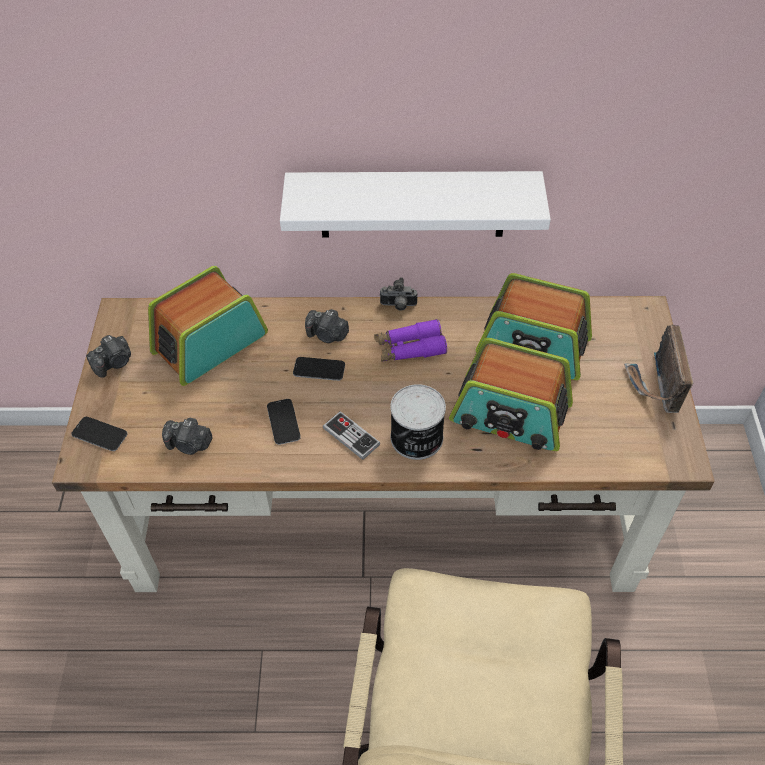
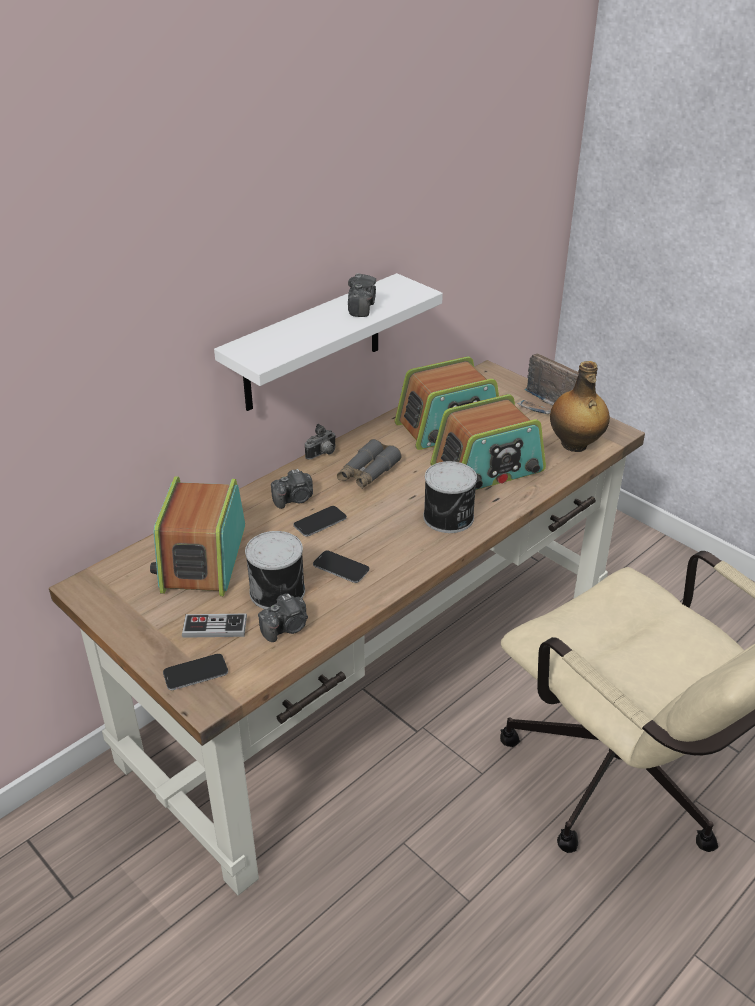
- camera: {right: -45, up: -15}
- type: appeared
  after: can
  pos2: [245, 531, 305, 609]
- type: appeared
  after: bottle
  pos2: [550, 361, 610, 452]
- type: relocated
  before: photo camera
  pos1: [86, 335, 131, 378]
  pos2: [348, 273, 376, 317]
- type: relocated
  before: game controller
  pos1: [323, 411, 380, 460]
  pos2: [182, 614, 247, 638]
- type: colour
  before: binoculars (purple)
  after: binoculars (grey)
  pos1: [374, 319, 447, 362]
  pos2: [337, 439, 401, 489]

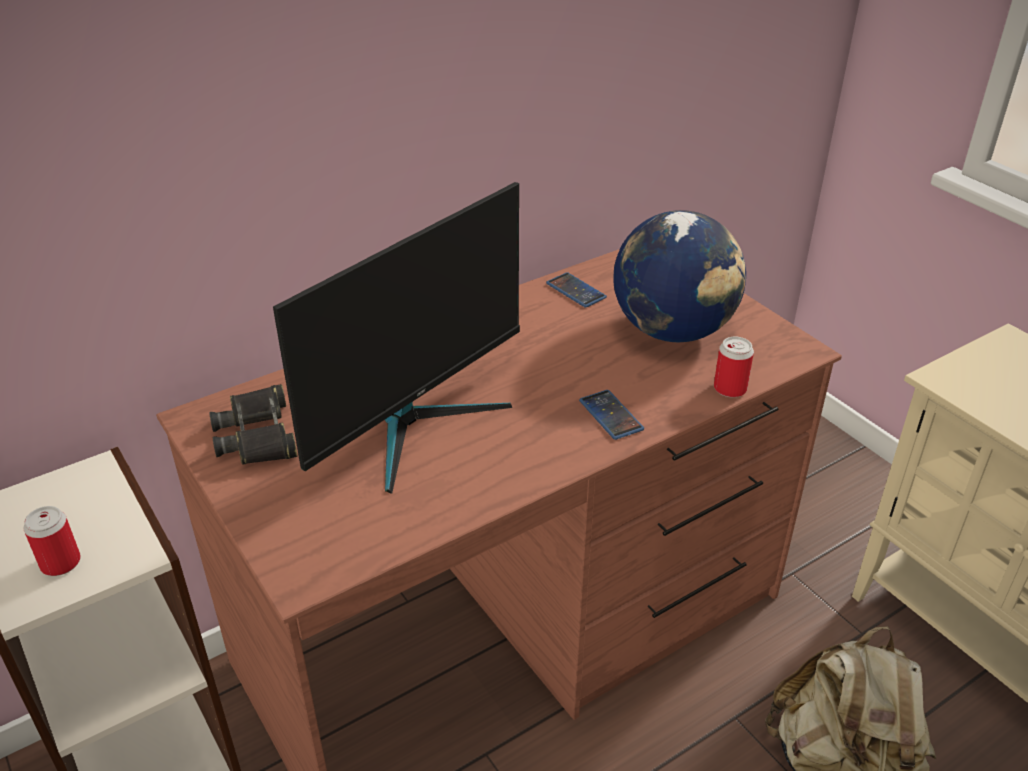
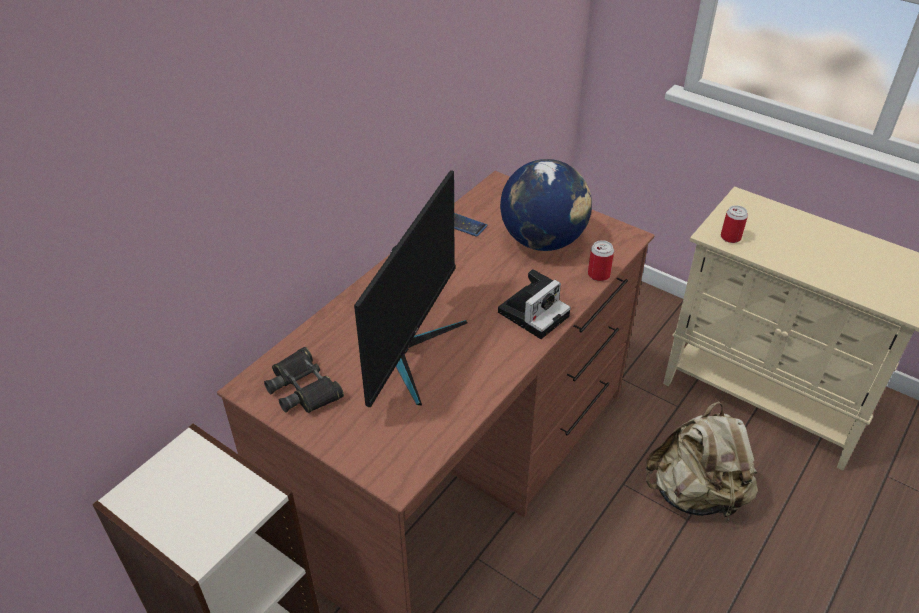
- camera: {right: -20, up: 5}
- type: relocated
  before: can
  pos1: [24, 506, 81, 576]
  pos2: [721, 205, 748, 243]
- type: exchanged
  before: phone
  after: photo camera
  pos1: [579, 390, 644, 440]
  pos2: [498, 269, 571, 339]

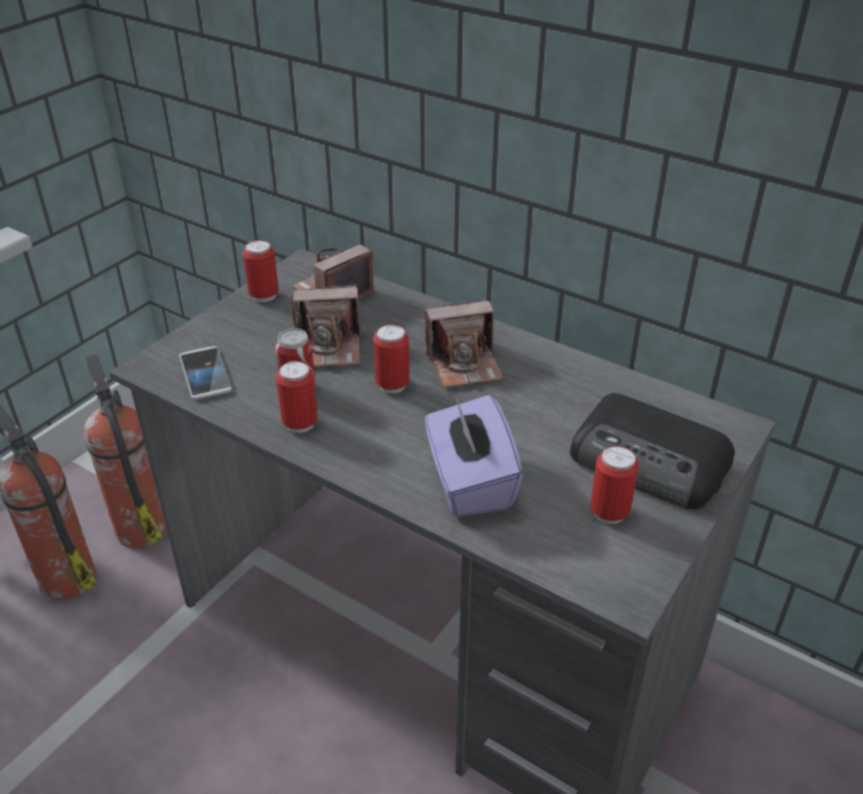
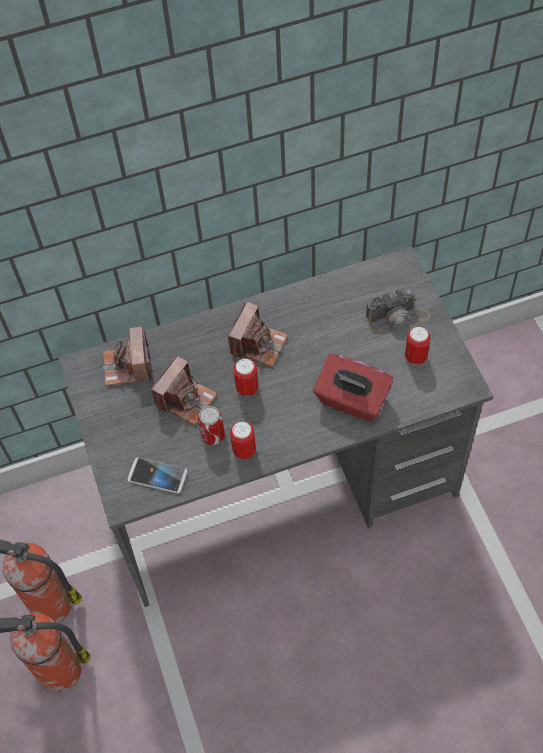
- camera: {right: -50, up: 20}
- type: missing
  before: can
  pos1: [243, 240, 279, 302]
- type: exchanged
  before: radio
  after: photo camera
  pos1: [570, 393, 735, 509]
  pos2: [366, 289, 431, 332]
- type: colour
  before: tissue box (purple)
  after: tissue box (red)
  pos1: [425, 395, 523, 517]
  pos2: [313, 354, 394, 422]

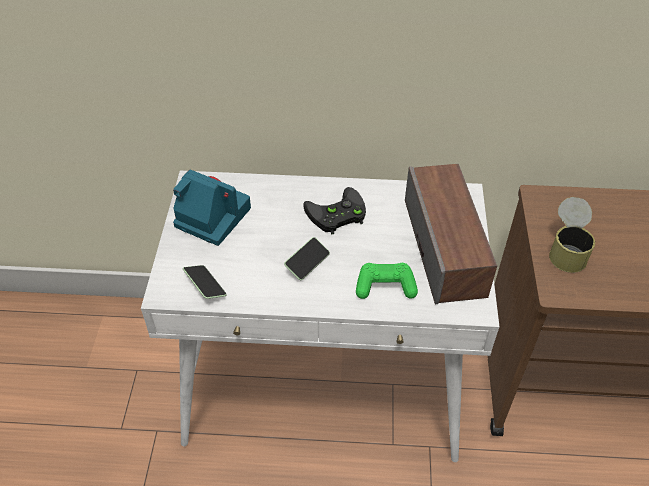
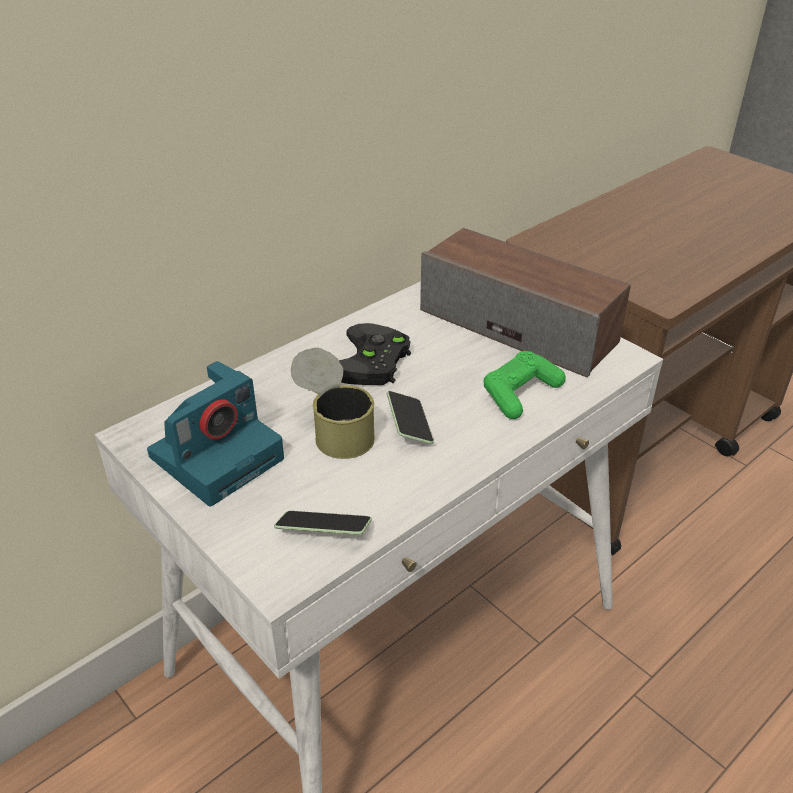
- camera: {right: -45, up: -10}
- type: relocated
  before: can
  pos1: [549, 197, 595, 273]
  pos2: [291, 348, 375, 459]
- type: spun
  before: photo camera
  pos1: [173, 170, 251, 246]
  pos2: [147, 361, 284, 506]
  turn: 150

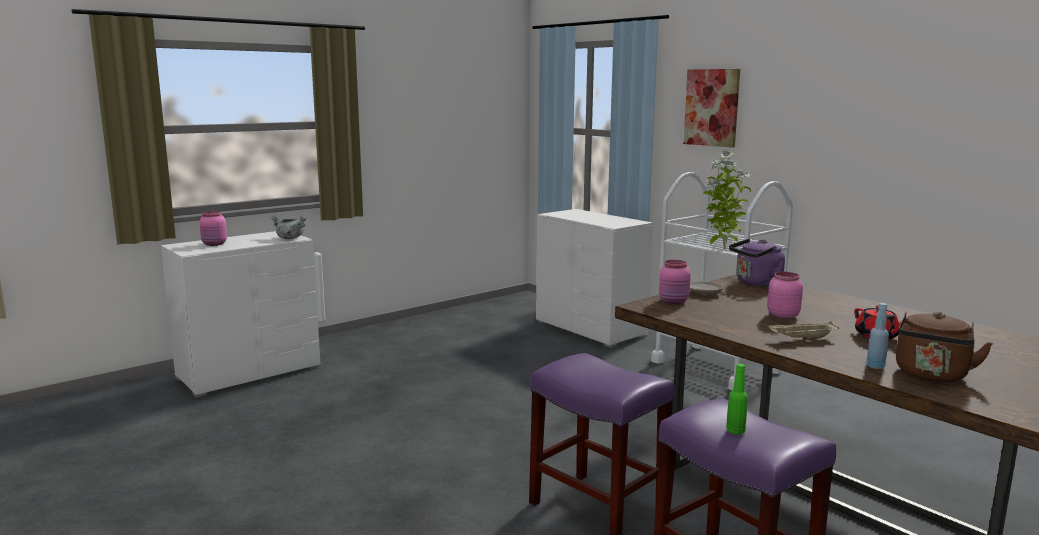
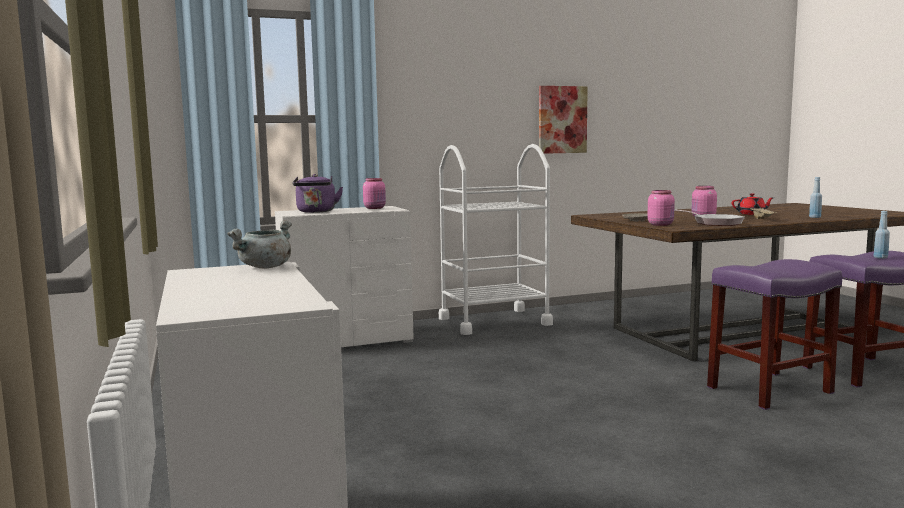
- camera: {right: -70, up: -5}
- type: missing
  before: potted plant
  pos1: [703, 151, 751, 249]
- type: missing
  before: kettle (brown)
  pos1: [896, 312, 993, 383]
- type: appeared
  after: frying pan
  pos2: [674, 209, 745, 226]
- type: relocated
  before: jar (pink)
  pos1: [199, 211, 227, 246]
  pos2: [363, 178, 386, 209]
- type: relocated
  before: picture
  pos1: [683, 69, 740, 148]
  pos2: [539, 86, 588, 154]
- type: relocated
  before: kettle (purple)
  pos1: [729, 239, 785, 287]
  pos2: [293, 174, 343, 213]
- type: colour
  before: bottle (green)
  after: bottle (blue)
  pos1: [726, 364, 748, 434]
  pos2: [874, 211, 890, 259]

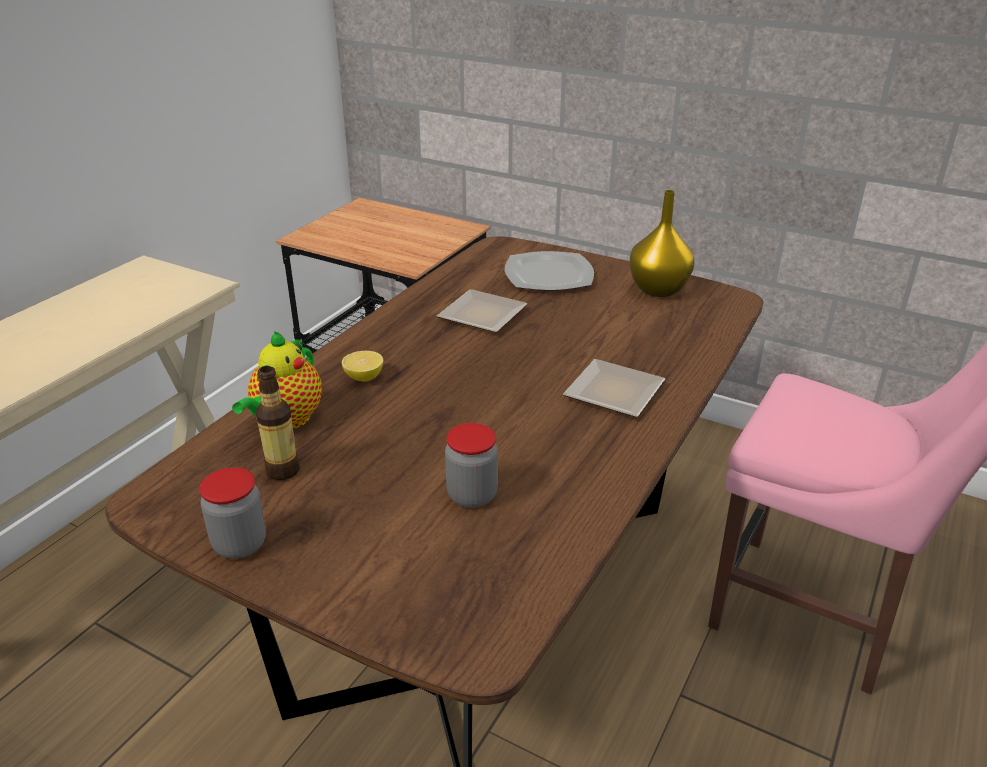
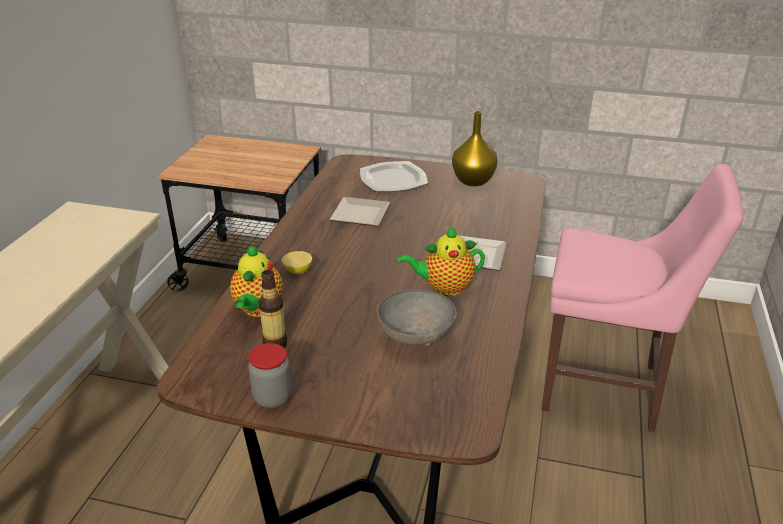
- camera: {right: -15, up: 0}
- type: appeared
  after: teapot
  pos2: [398, 227, 485, 296]
- type: exchanged
  before: jar
  after: bowl (grey)
  pos1: [445, 423, 498, 508]
  pos2: [377, 289, 457, 346]

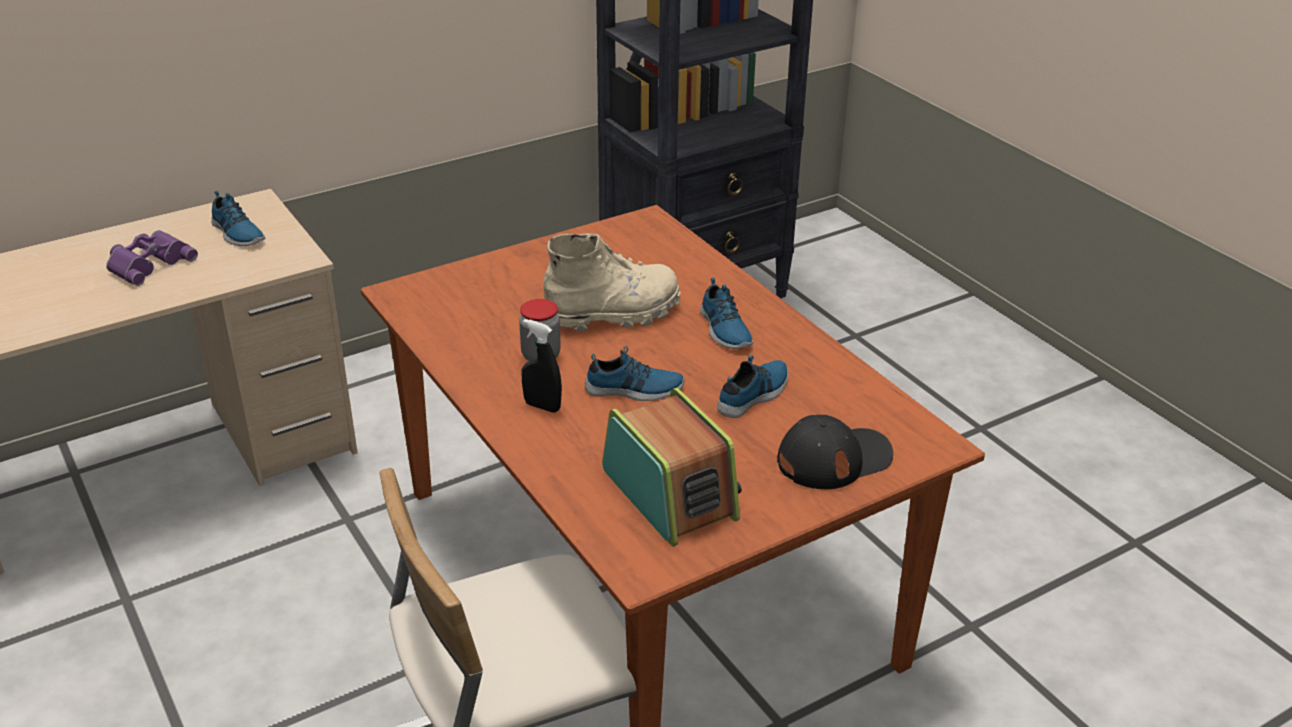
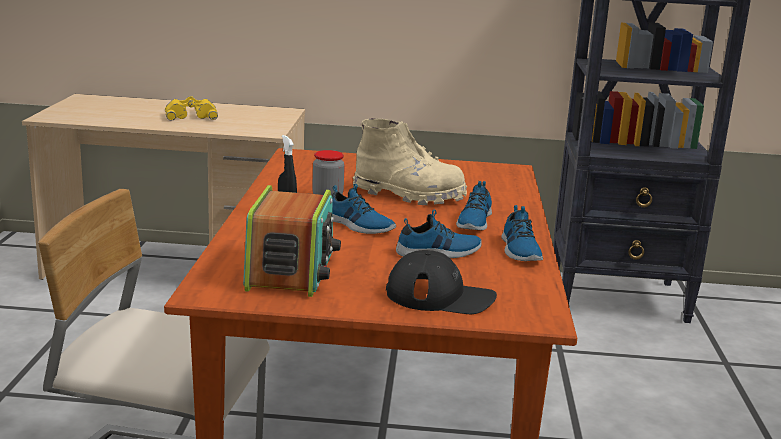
- camera: {right: 35, up: -15}
- type: relocated
  before: shoe
  pos1: [211, 191, 265, 246]
  pos2: [501, 205, 543, 261]
- type: colour
  before: binoculars (purple)
  after: binoculars (yellow)
  pos1: [106, 230, 198, 286]
  pos2: [165, 96, 218, 121]

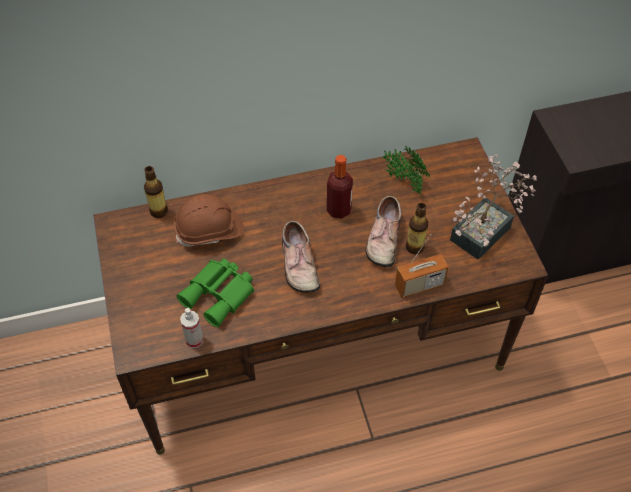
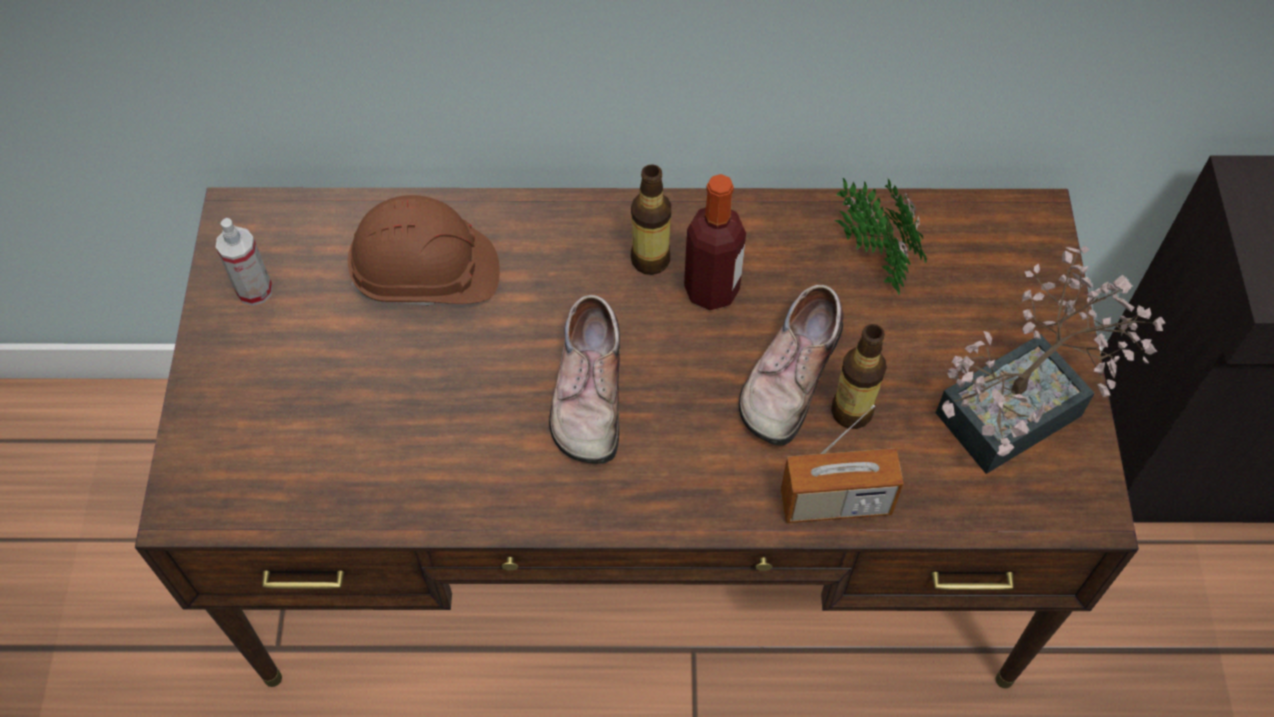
- camera: {right: 15, up: 5}
- type: missing
  before: binoculars (green)
  pos1: [177, 258, 254, 327]
- type: relocated
  before: bottle
  pos1: [144, 166, 168, 218]
  pos2: [631, 165, 671, 275]
- type: relocated
  before: spray bottle
  pos1: [180, 308, 204, 348]
  pos2: [216, 218, 273, 306]

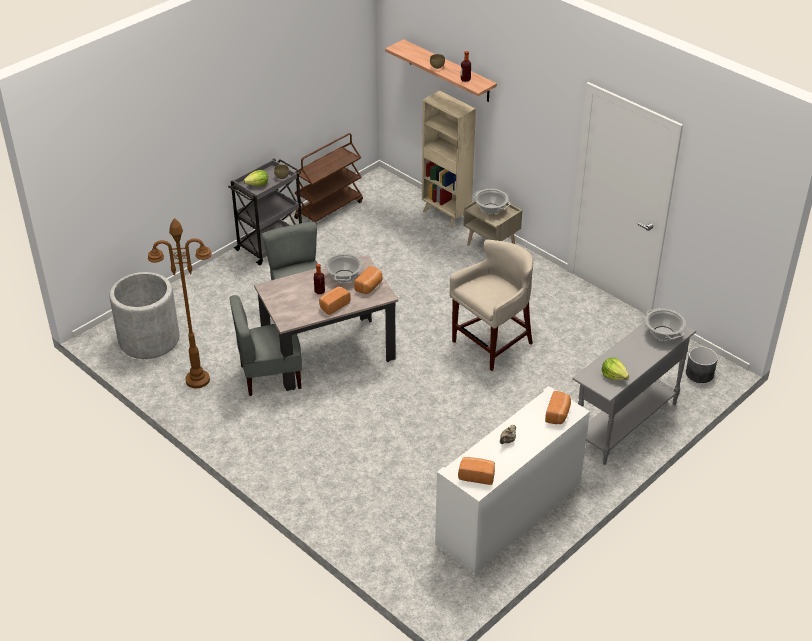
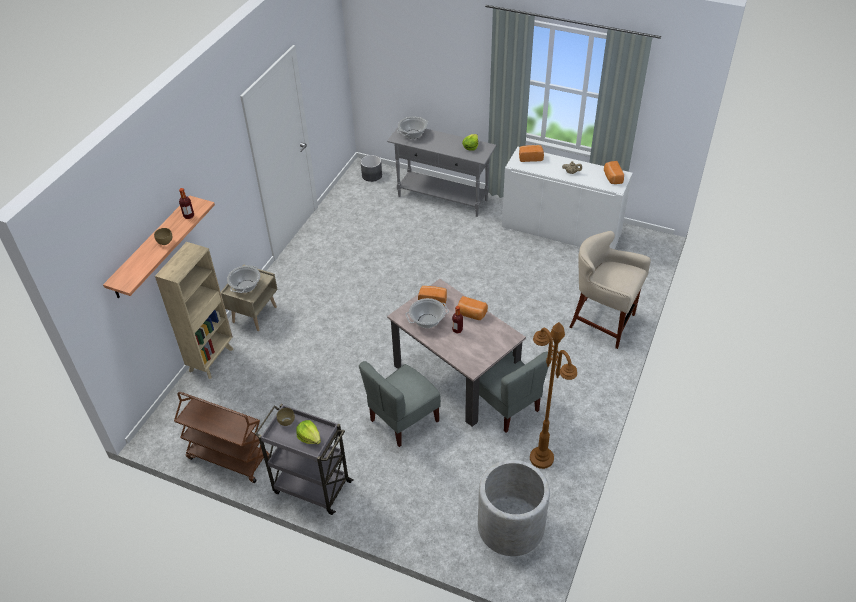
- camera: {right: -110, up: 5}
- type: relocated
  before: stool (beige)
  pos1: [450, 240, 533, 371]
  pos2: [569, 231, 651, 349]

